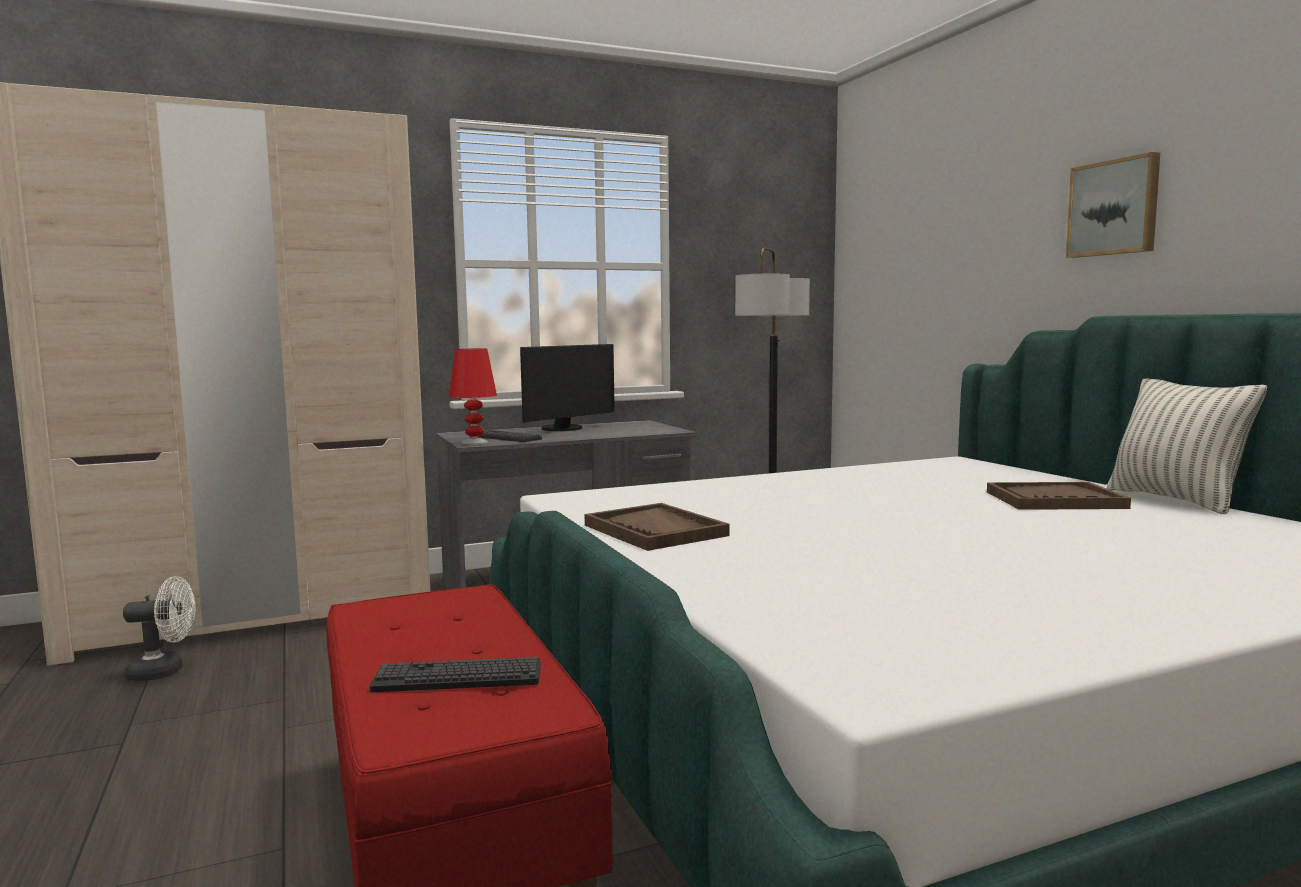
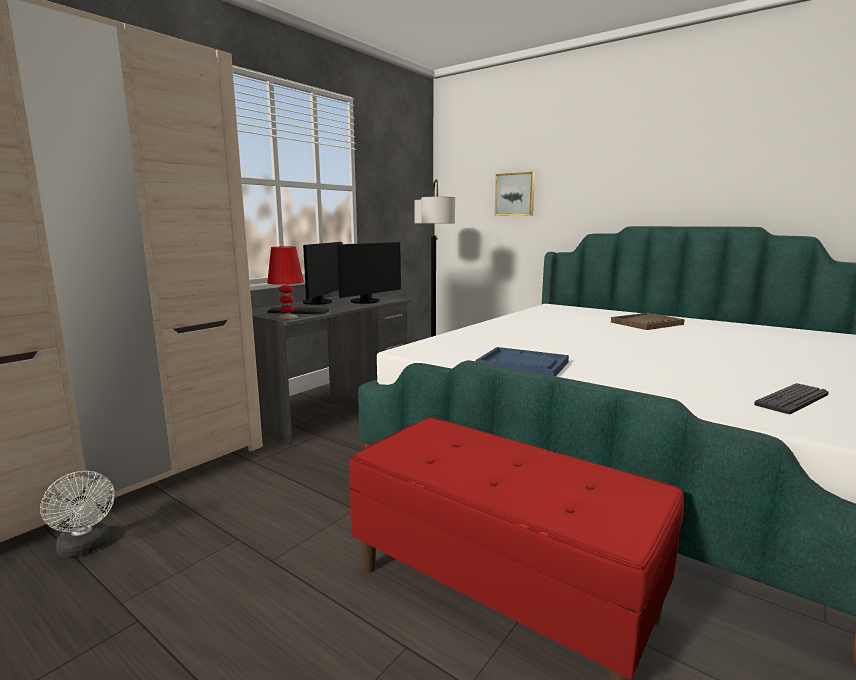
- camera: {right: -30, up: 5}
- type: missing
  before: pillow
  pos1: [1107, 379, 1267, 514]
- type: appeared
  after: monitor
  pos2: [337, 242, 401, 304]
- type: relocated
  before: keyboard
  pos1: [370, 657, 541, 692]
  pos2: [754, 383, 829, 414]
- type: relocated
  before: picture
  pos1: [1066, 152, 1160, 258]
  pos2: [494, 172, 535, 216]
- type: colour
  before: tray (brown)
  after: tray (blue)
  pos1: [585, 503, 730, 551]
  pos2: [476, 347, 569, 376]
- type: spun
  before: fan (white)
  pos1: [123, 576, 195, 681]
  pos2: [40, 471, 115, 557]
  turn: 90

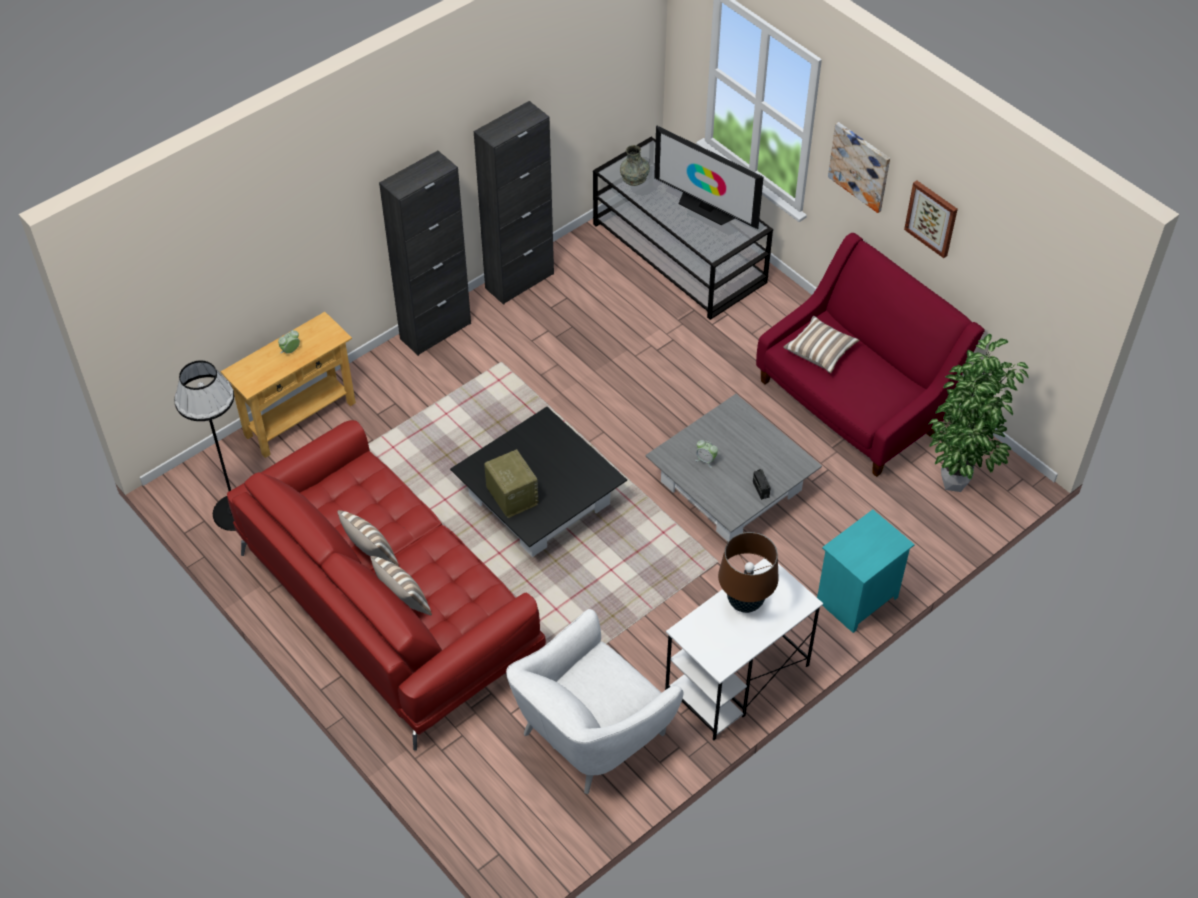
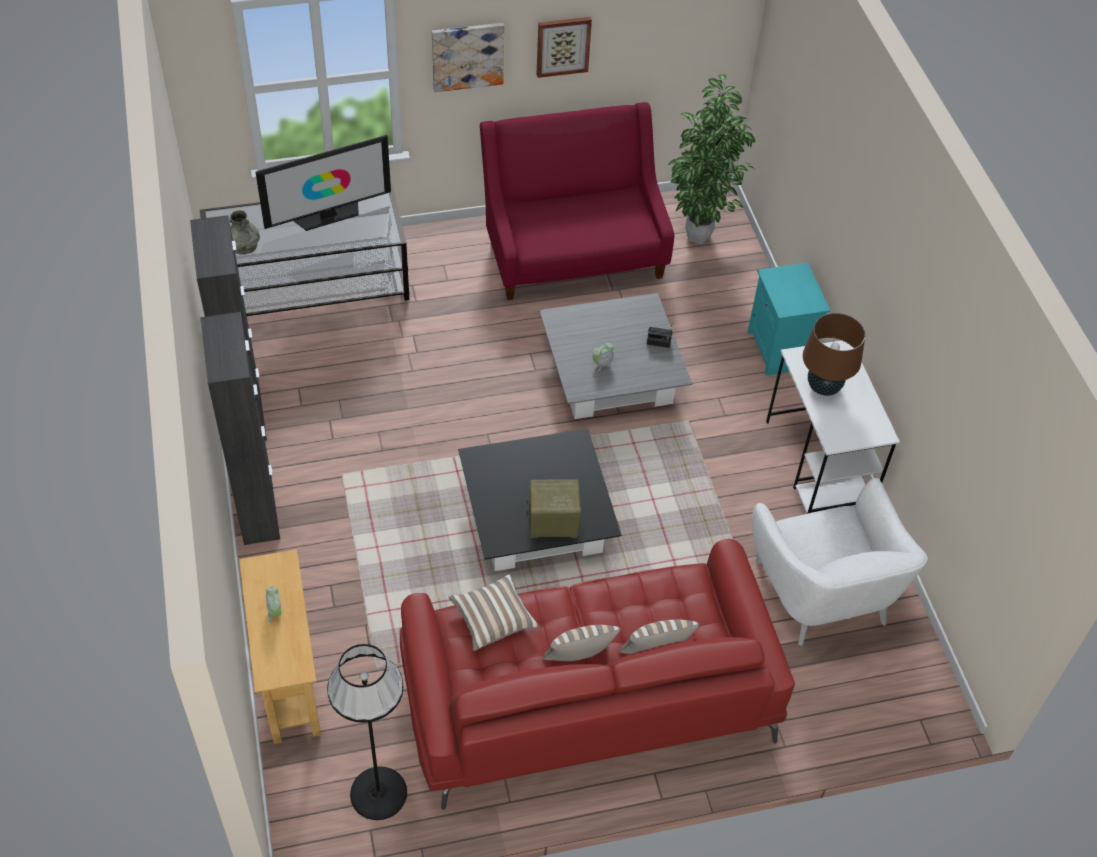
- camera: {right: -65, up: 0}
- type: relocated
  before: pillow
  pos1: [783, 316, 859, 373]
  pos2: [448, 574, 539, 651]

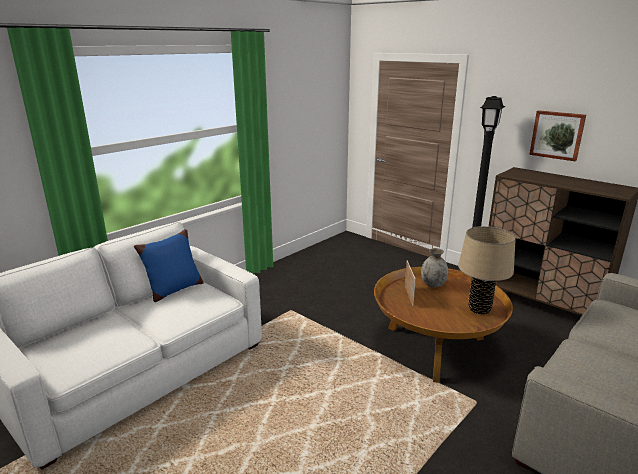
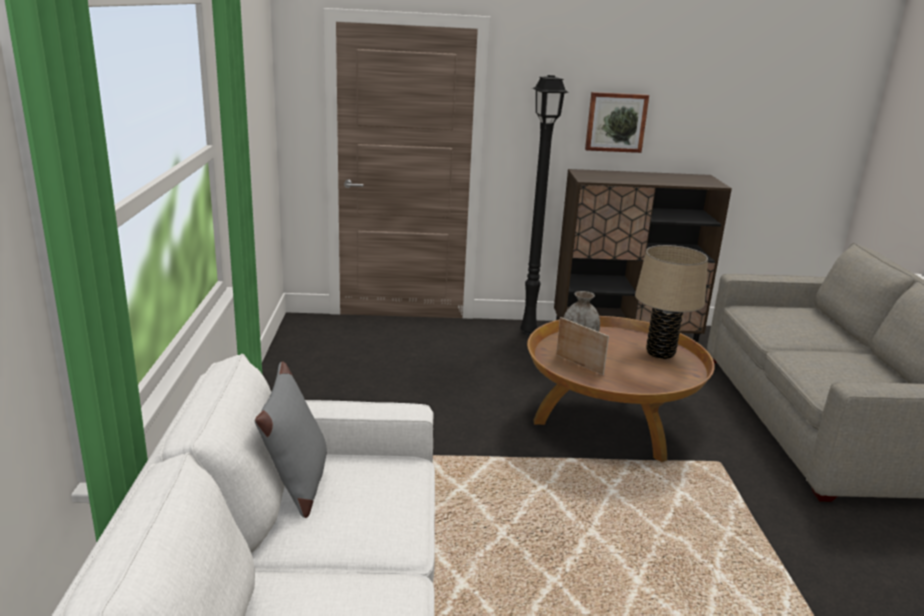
- camera: {right: -45, up: 0}
- type: colour
  before: pillow (blue)
  after: pillow (grey)
  pos1: [134, 229, 204, 302]
  pos2: [255, 361, 327, 518]

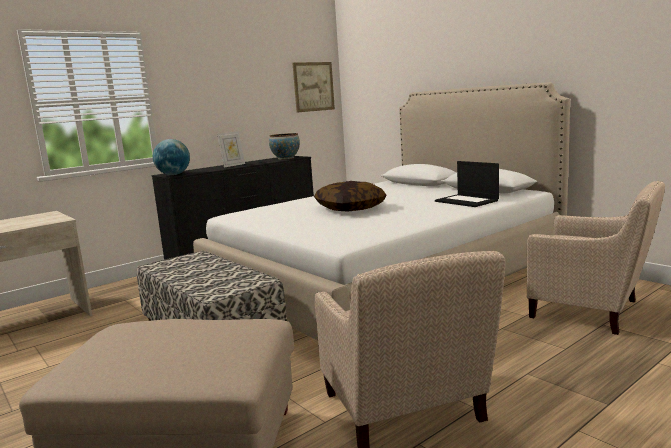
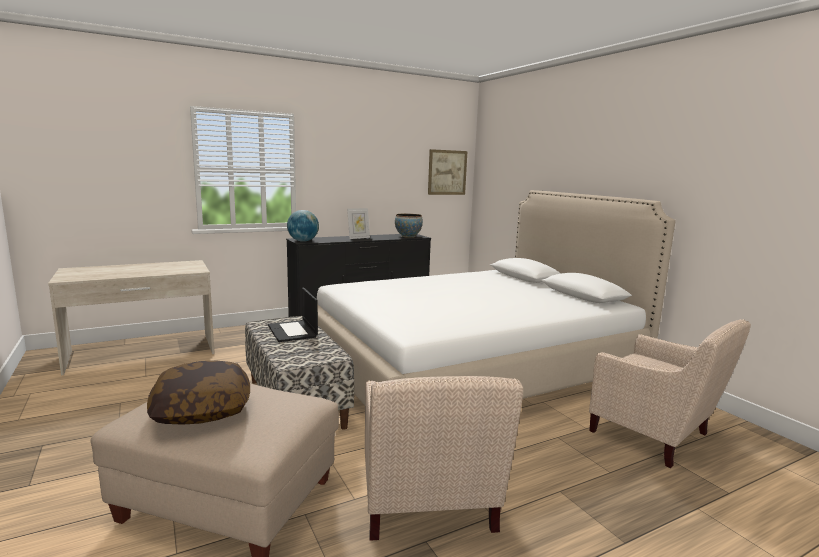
- camera: {right: 10, up: 0}
- type: relocated
  before: pillow
  pos1: [314, 181, 387, 212]
  pos2: [147, 361, 250, 425]
- type: relocated
  before: laptop
  pos1: [435, 161, 499, 207]
  pos2: [268, 287, 318, 342]

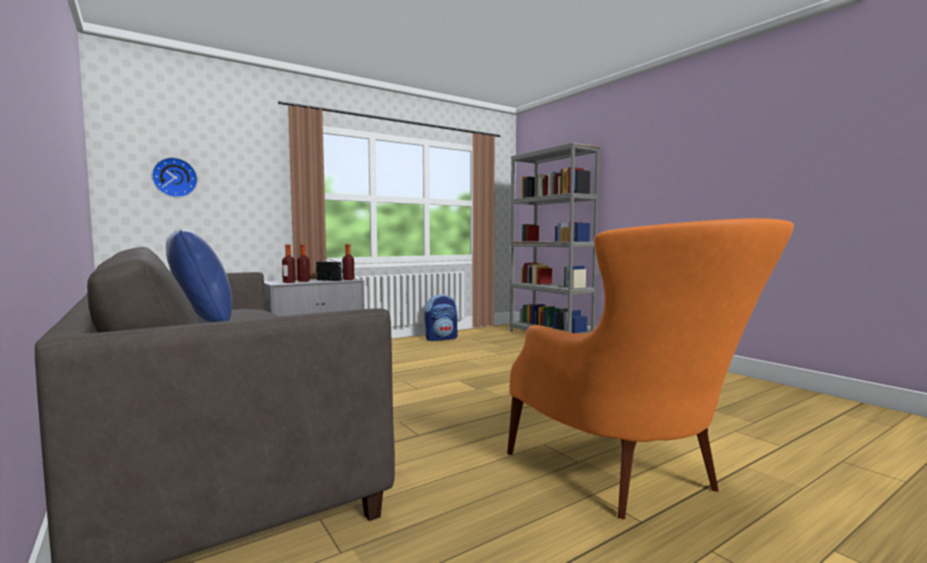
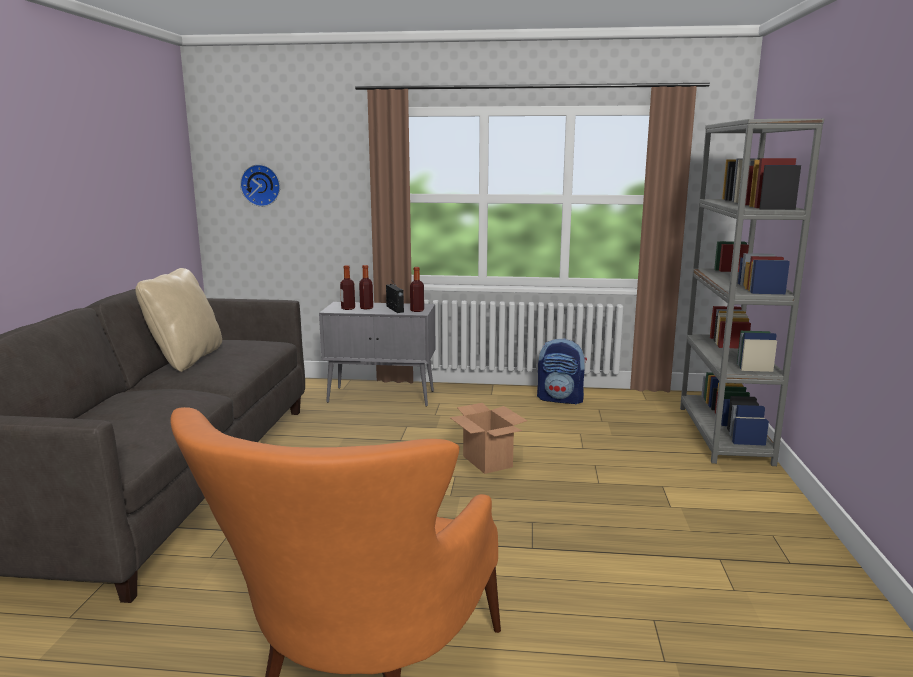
- camera: {right: 40, up: 10}
- type: appeared
  after: cardboard box
  pos2: [450, 403, 527, 474]
- type: colour
  before: pillow (blue)
  after: pillow (beige)
  pos1: [166, 230, 232, 322]
  pos2: [135, 268, 222, 372]

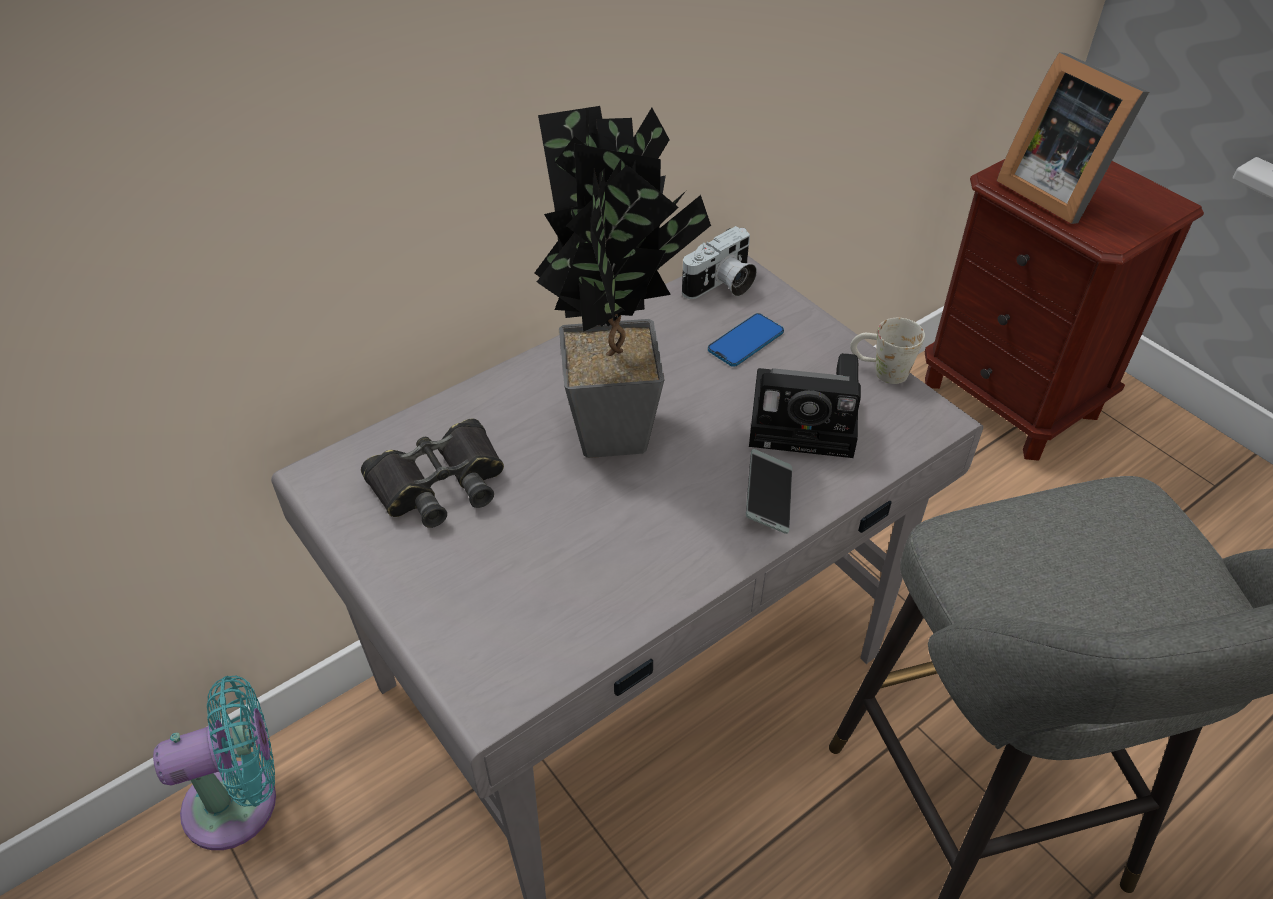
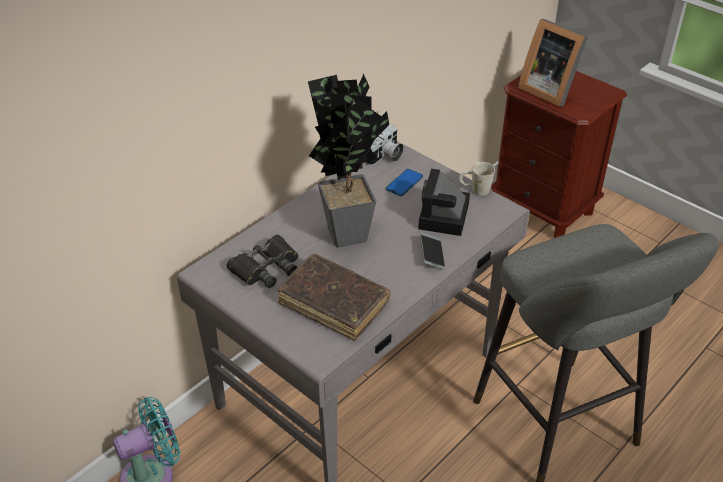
- camera: {right: -10, up: -5}
- type: appeared
  after: book (brown)
  pos2: [278, 254, 391, 341]
- type: spun
  before: photo camera
  pos1: [749, 353, 861, 458]
  pos2: [418, 169, 470, 236]
  turn: 105

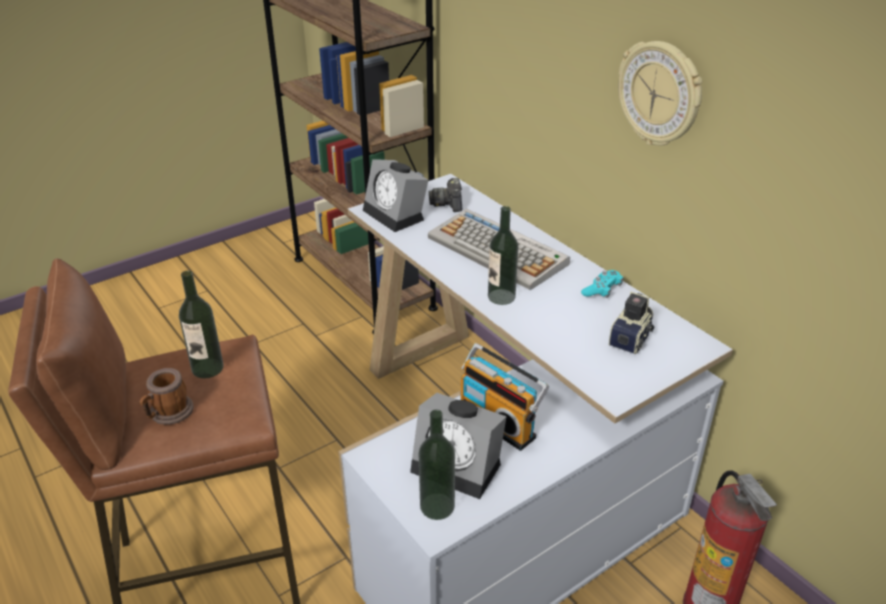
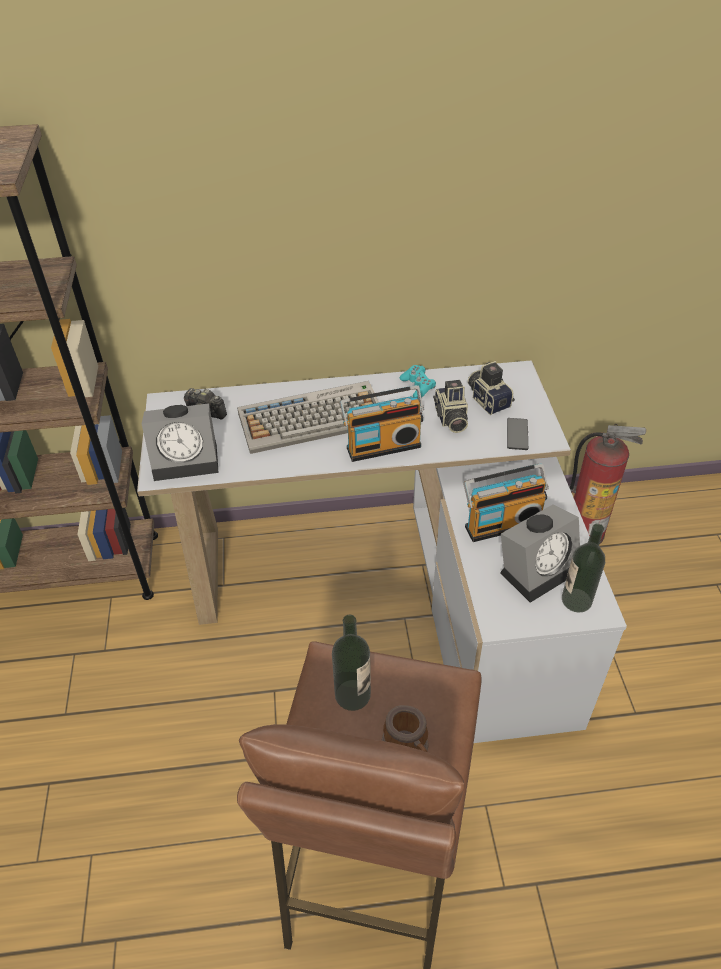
- camera: {right: -60, up: 10}
- type: missing
  before: wall clock
  pos1: [618, 41, 702, 145]
- type: appeared
  after: photo camera
  pos2: [433, 380, 468, 433]
- type: appeared
  after: phone
  pos2: [507, 418, 528, 450]
- type: exchanged
  before: bottle
  after: radio
  pos1: [488, 206, 518, 305]
  pos2: [340, 385, 424, 462]

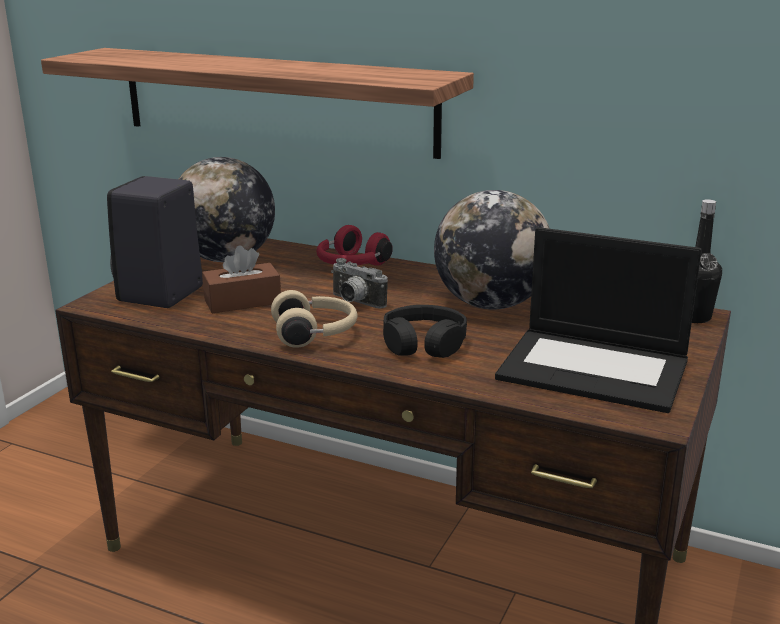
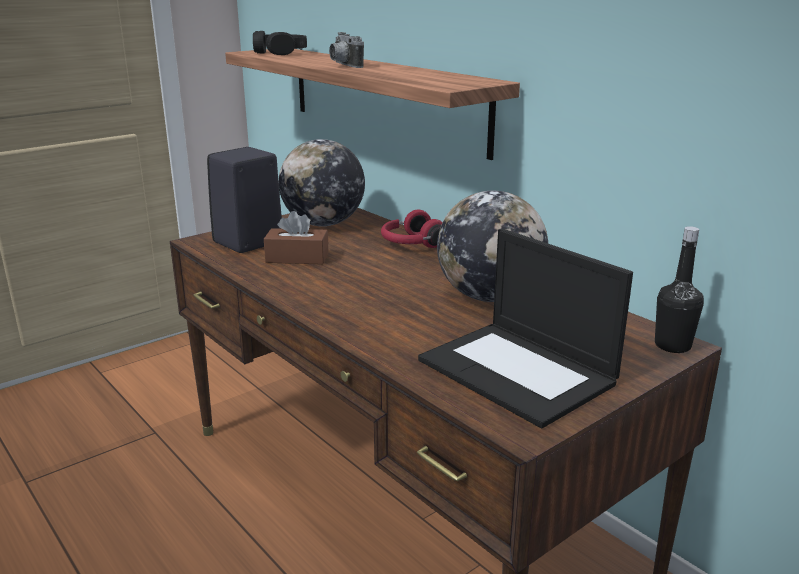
- camera: {right: 25, up: 0}
- type: missing
  before: headphones (beige)
  pos1: [271, 290, 358, 348]
- type: relocated
  before: photo camera
  pos1: [331, 258, 388, 309]
  pos2: [329, 32, 364, 68]
- type: relocated
  before: headphones (black)
  pos1: [383, 305, 467, 358]
  pos2: [253, 31, 307, 55]

